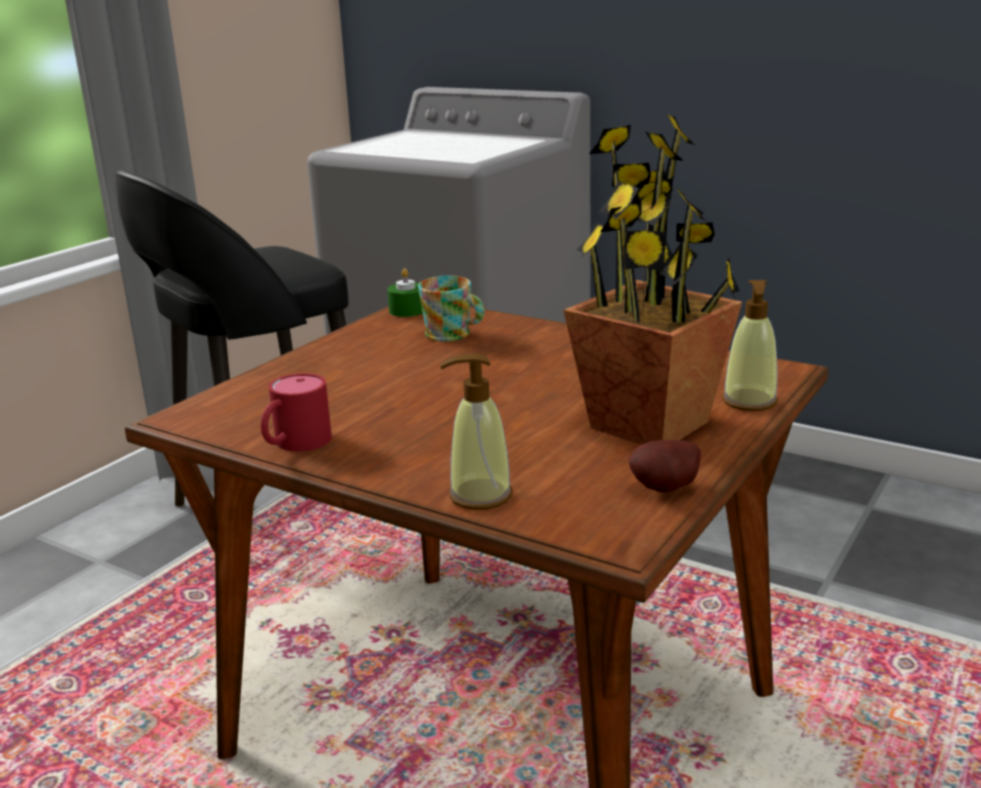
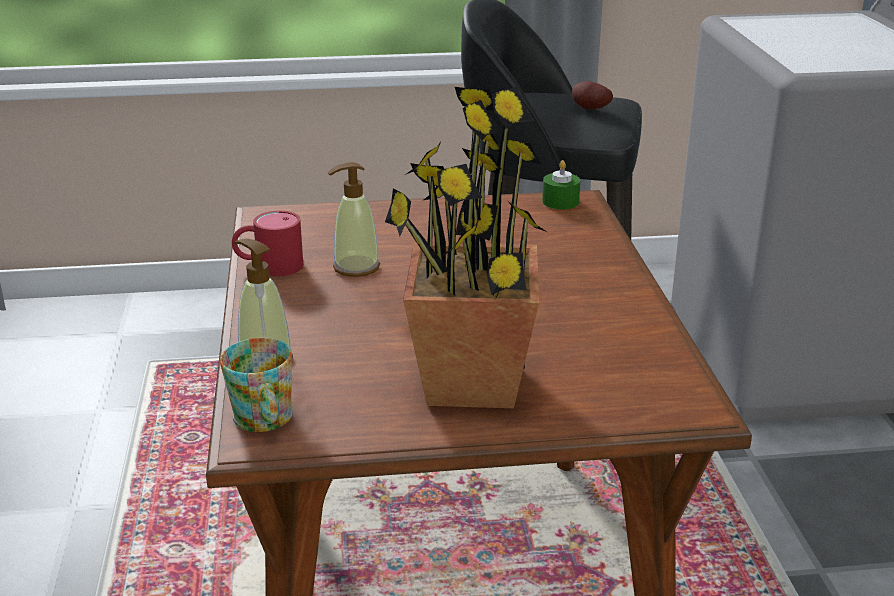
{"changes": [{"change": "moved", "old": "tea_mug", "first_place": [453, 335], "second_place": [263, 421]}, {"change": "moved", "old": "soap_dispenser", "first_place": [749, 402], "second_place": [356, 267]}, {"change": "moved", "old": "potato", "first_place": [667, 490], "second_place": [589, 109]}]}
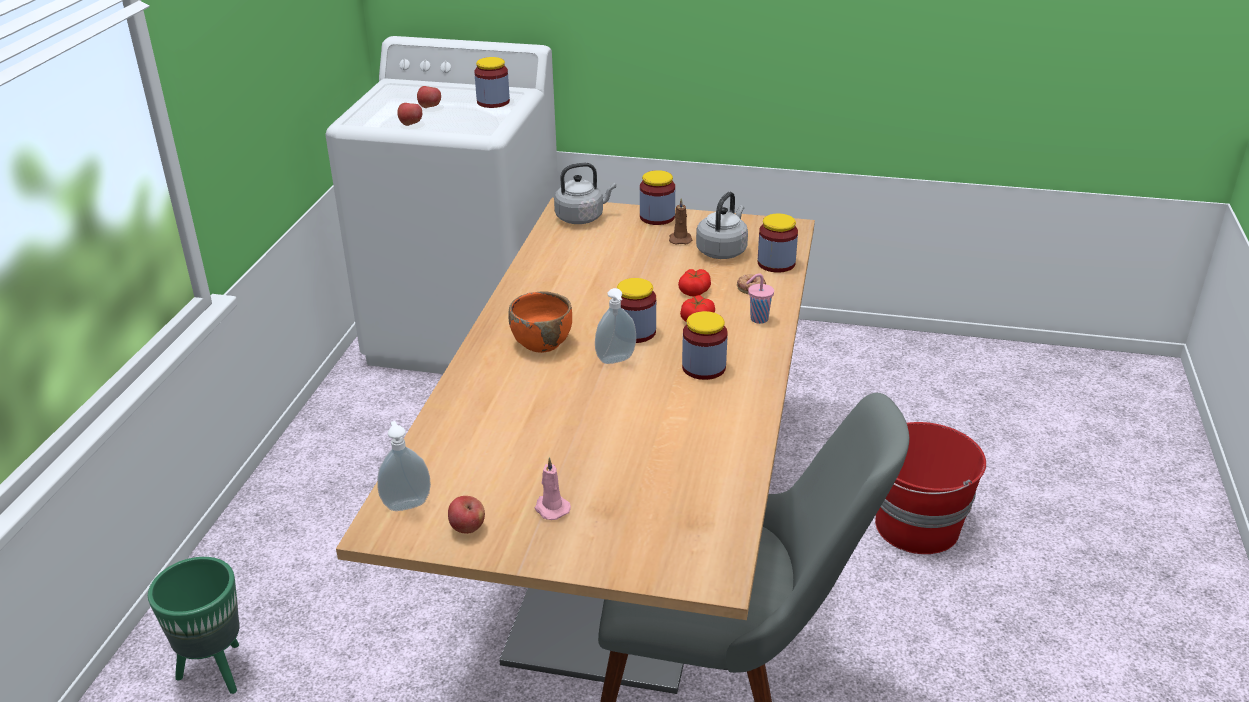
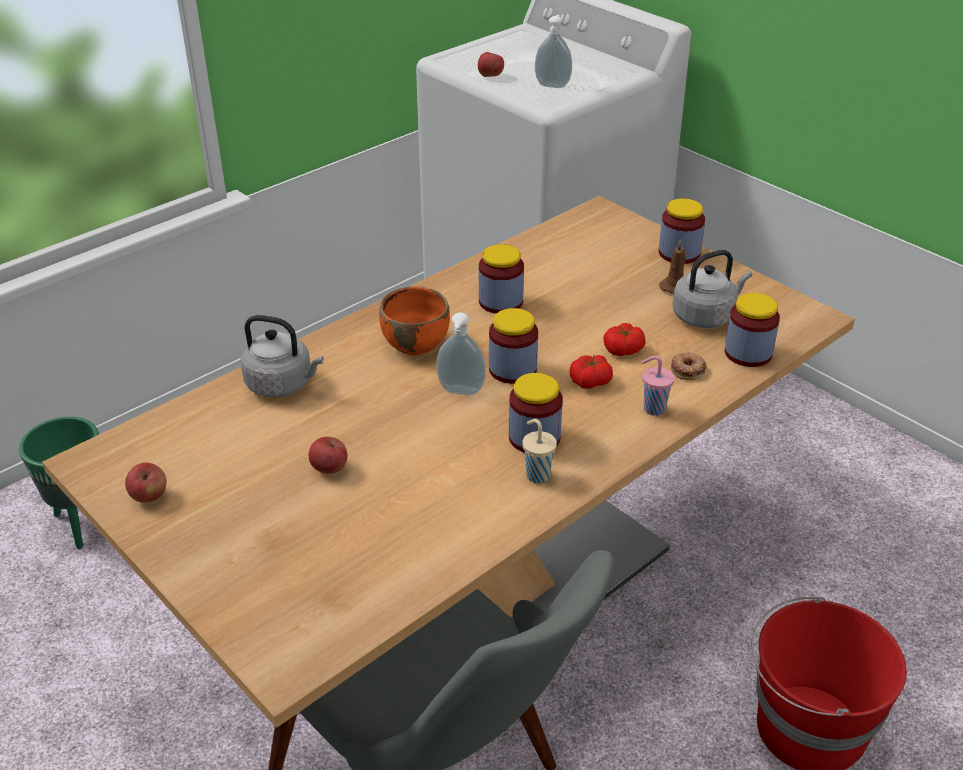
{"changes": [{"change": "moved", "old": "storage_jar", "first_place": [493, 102], "second_place": [500, 302]}, {"change": "moved", "old": "whole_apple", "first_place": [429, 107], "second_place": [329, 469]}, {"change": "moved", "old": "grey_water_kettle", "first_place": [582, 217], "second_place": [282, 384]}, {"change": "moved", "old": "soap_dispenser", "first_place": [406, 503], "second_place": [553, 85]}, {"change": "removed", "old": "pink_wax_candle", "first_place": [551, 508]}, {"change": "added", "new": "beige-coloured_cup", "second_place": [537, 474]}]}
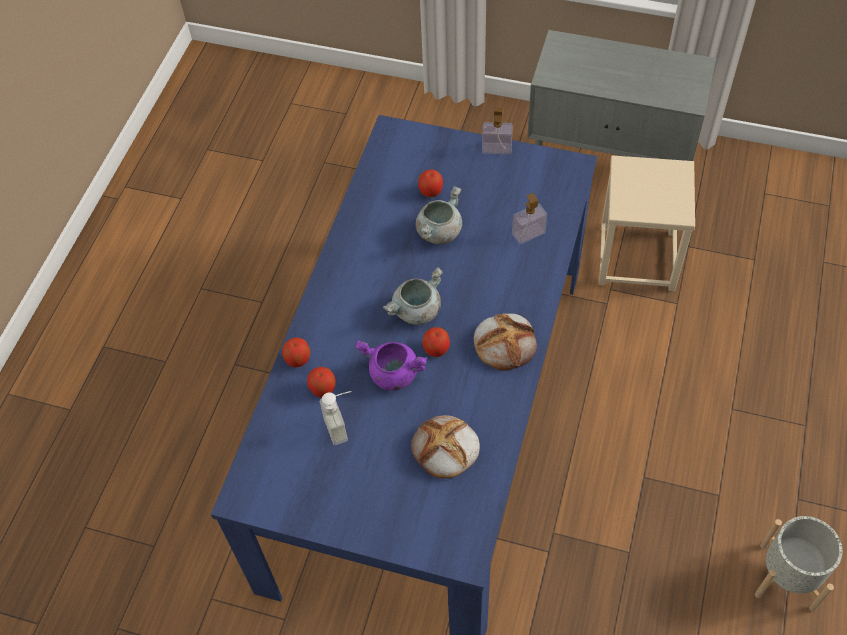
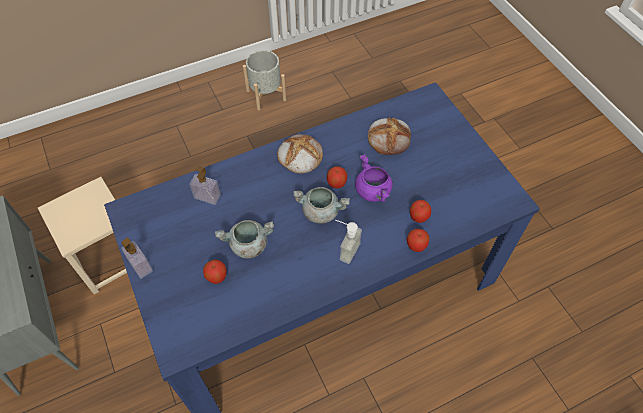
{"changes": [{"change": "moved", "old": "soap_dispenser", "first_place": [342, 426], "second_place": [344, 249]}]}
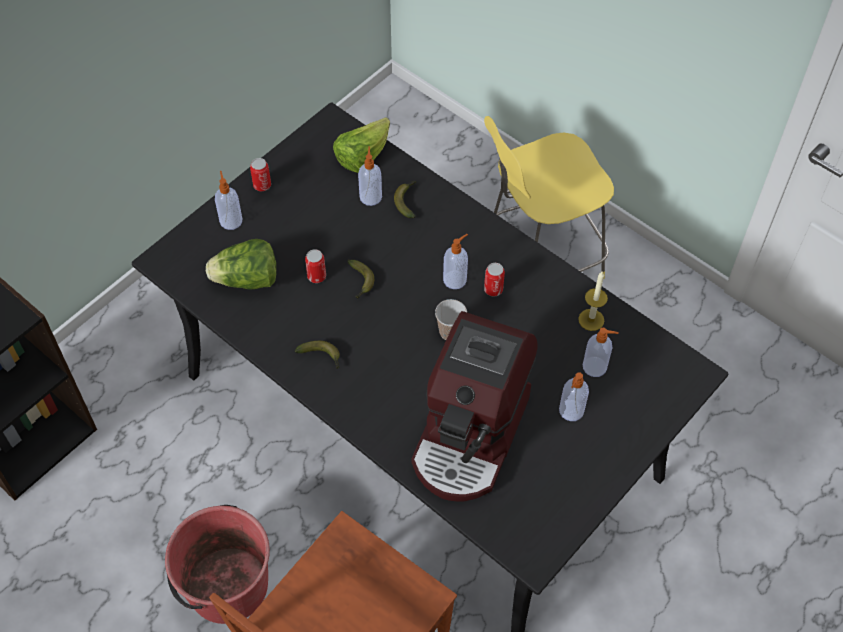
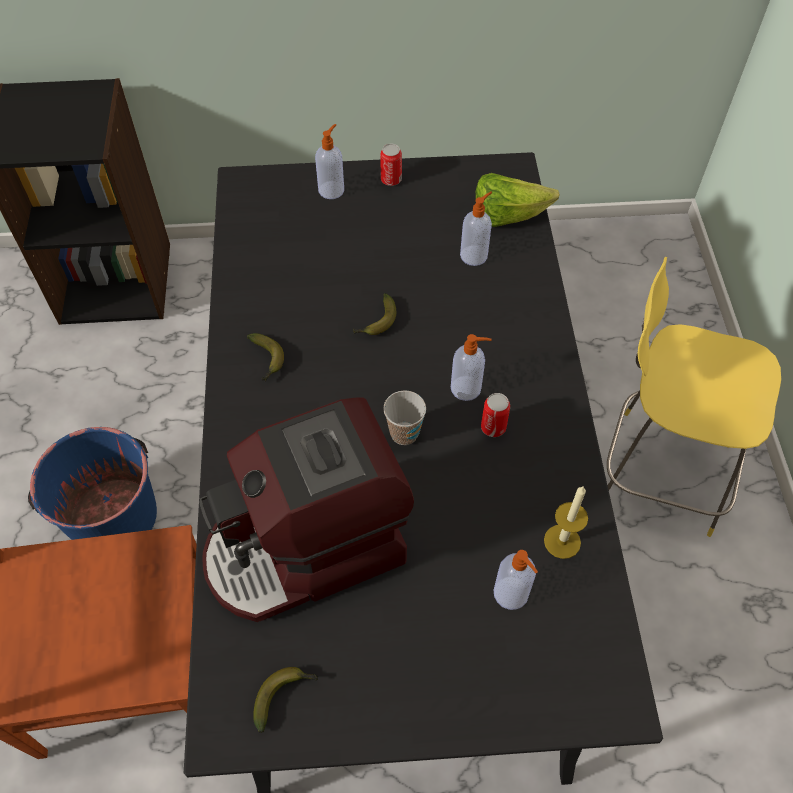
{"changes": [{"change": "moved", "old": "whole_banana", "first_place": [407, 201], "second_place": [284, 695]}, {"change": "removed", "old": "lettuce_head", "first_place": [247, 280]}, {"change": "removed", "old": "can", "first_place": [316, 276]}, {"change": "removed", "old": "soap_dispenser", "first_place": [571, 411]}, {"change": "recoloured", "old": "reddish_water_bucket", "new": "blue-coloured_water_bucket", "first_place": [226, 585], "second_place": [113, 516]}]}
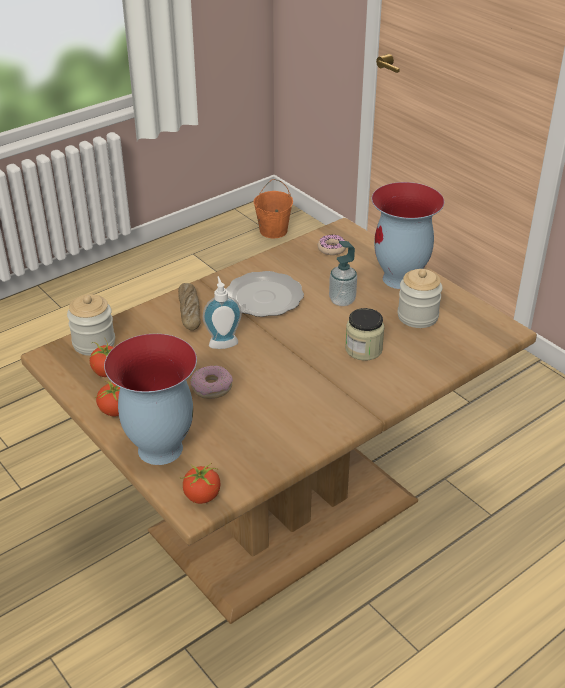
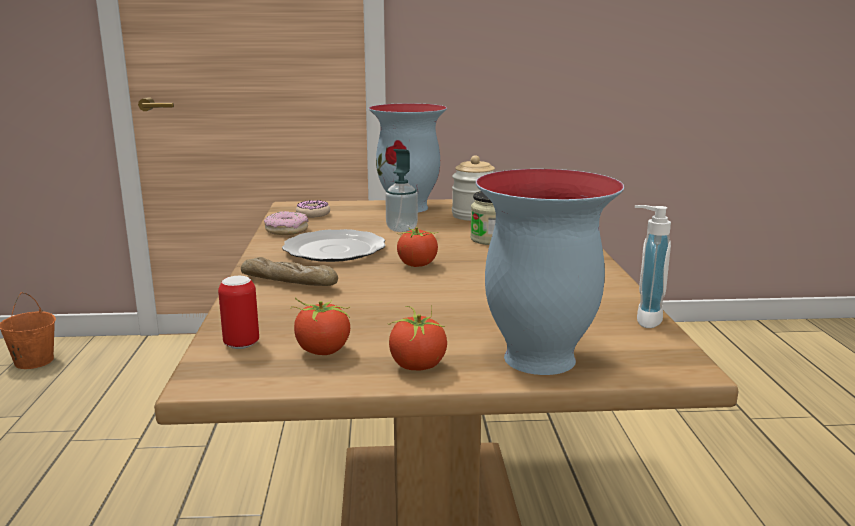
{"changes": [{"change": "moved", "old": "soap_dispenser", "first_place": [223, 342], "second_place": [643, 319]}, {"change": "replaced", "old": "storage_jar", "new": "can", "first_place": [94, 343], "second_place": [241, 344]}, {"change": "moved", "old": "ring_doughnut", "first_place": [212, 387], "second_place": [287, 230]}, {"change": "moved", "old": "whole_tomato", "first_place": [202, 496], "second_place": [417, 265]}]}
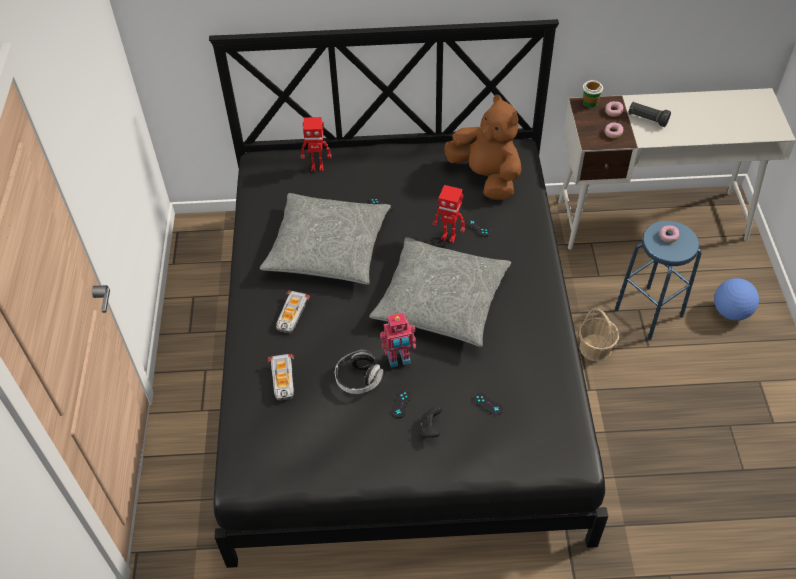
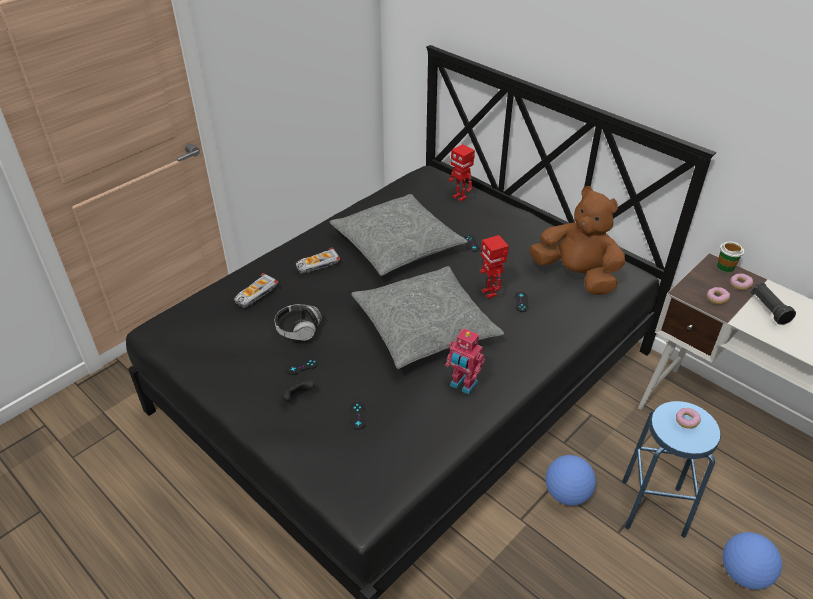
{"changes": [{"change": "turned", "old": "brownish_cuddly_toy", "first_place": [486, 177], "second_place": [576, 275], "degrees": -60}, {"change": "replaced", "old": "storage_basket", "new": "football_ball", "first_place": [595, 348], "second_place": [567, 494]}, {"change": "moved", "old": "robot_figure", "first_place": [399, 359], "second_place": [462, 385]}]}
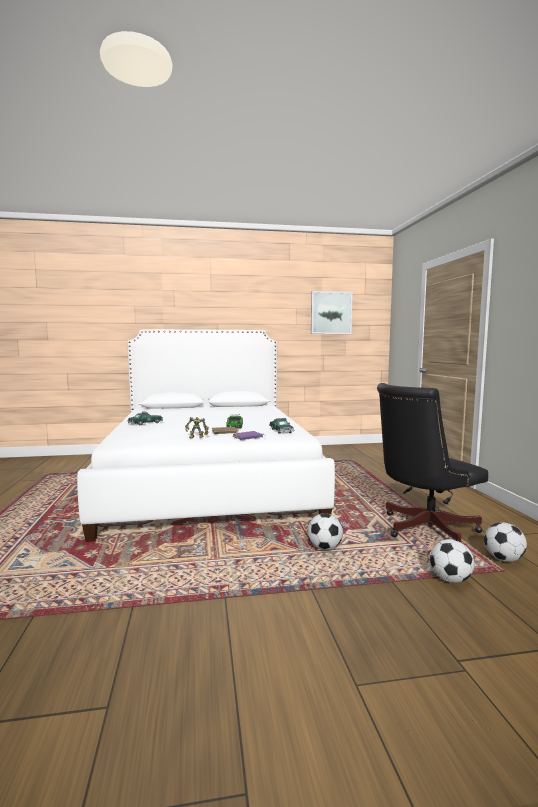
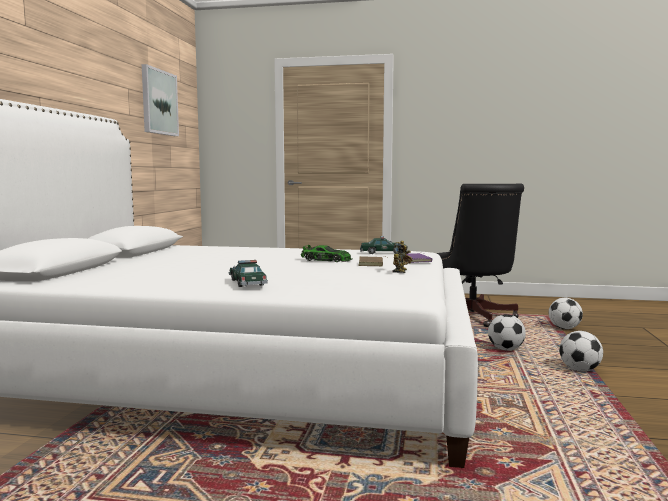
{"changes": [{"change": "moved", "old": "football_ball", "first_place": [503, 559], "second_place": [580, 370]}]}
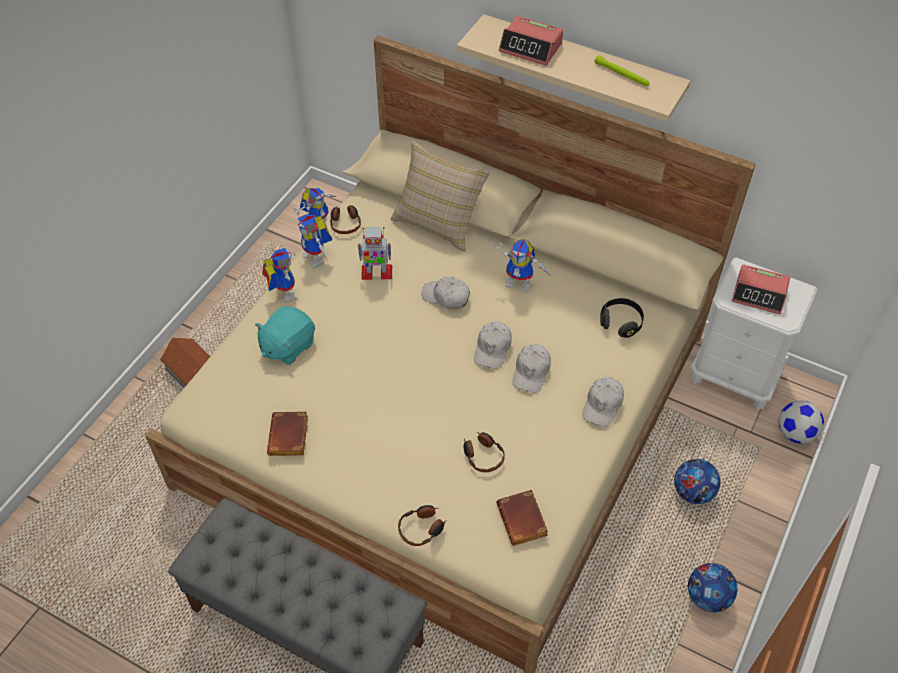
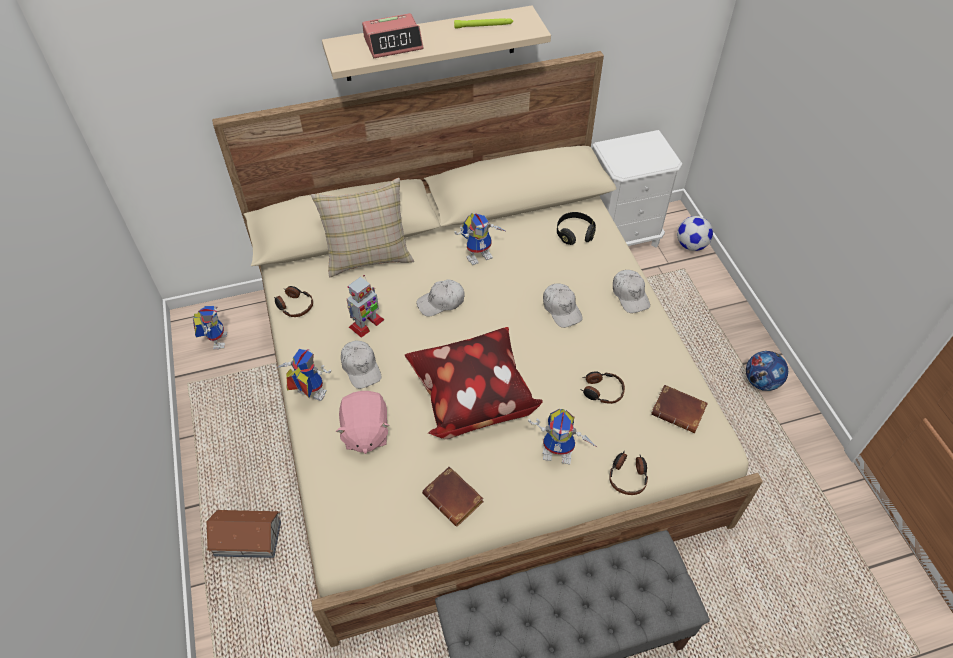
{"changes": [{"change": "moved", "old": "robot_figure", "first_place": [317, 258], "second_place": [560, 452]}, {"change": "removed", "old": "alarm_clock", "first_place": [759, 294]}, {"change": "recoloured", "old": "turquoise_cuddly_toy", "new": "pink_cuddly_toy", "first_place": [287, 346], "second_place": [365, 432]}, {"change": "moved", "old": "whitish_cap", "first_place": [493, 349], "second_place": [361, 367]}, {"change": "removed", "old": "football_ball", "first_place": [693, 492]}, {"change": "added", "new": "cushion", "second_place": [471, 397]}]}
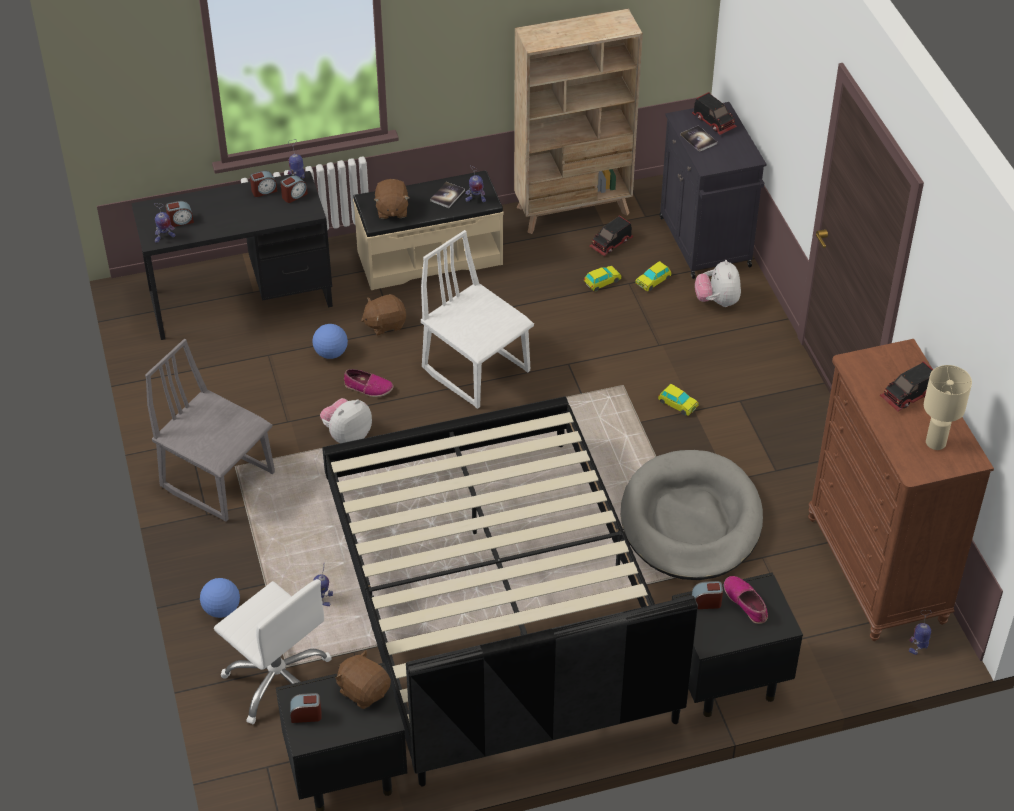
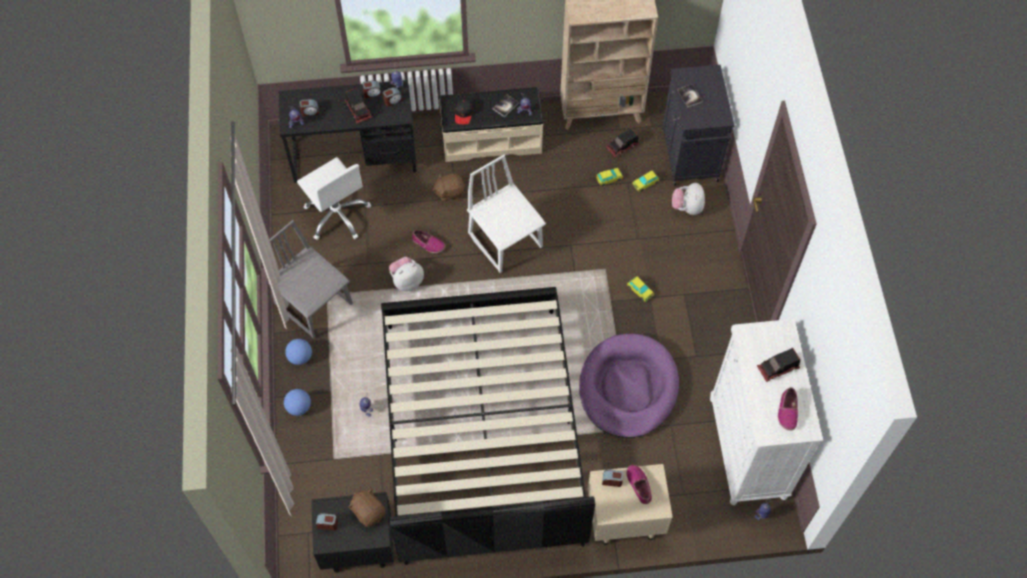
{"changes": [{"change": "moved", "old": "toy_lorry", "first_place": [714, 122], "second_place": [358, 109]}, {"change": "replaced", "old": "brownish_cuddly_toy", "new": "black-coloured_cap", "first_place": [391, 210], "second_place": [463, 113]}, {"change": "moved", "old": "football_ball", "first_place": [331, 353], "second_place": [300, 357]}, {"change": "recoloured", "old": "brownish_drawer_chest", "new": "whitish_drawer_chest", "first_place": [876, 570], "second_place": [747, 448]}, {"change": "replaced", "old": "beige-coloured_table_lamp", "new": "low_shoe", "first_place": [936, 442], "second_place": [787, 411]}, {"change": "recoloured", "old": "grey_pet_bed", "new": "purple-coloured_pet_bed", "first_place": [691, 521], "second_place": [628, 388]}, {"change": "recoloured", "old": "black-coloured_nightstand", "new": "beige-coloured_nightstand", "first_place": [726, 681], "second_place": [624, 519]}, {"change": "moved", "old": "whitish_computer_chair", "first_place": [279, 680], "second_place": [337, 215]}]}
